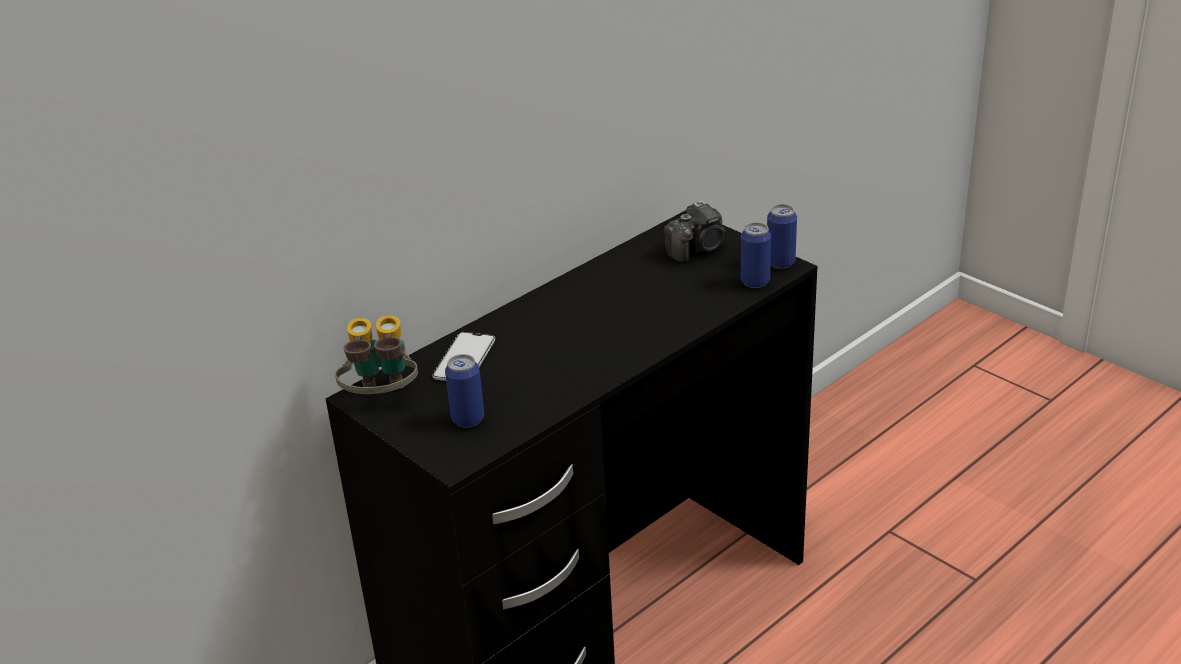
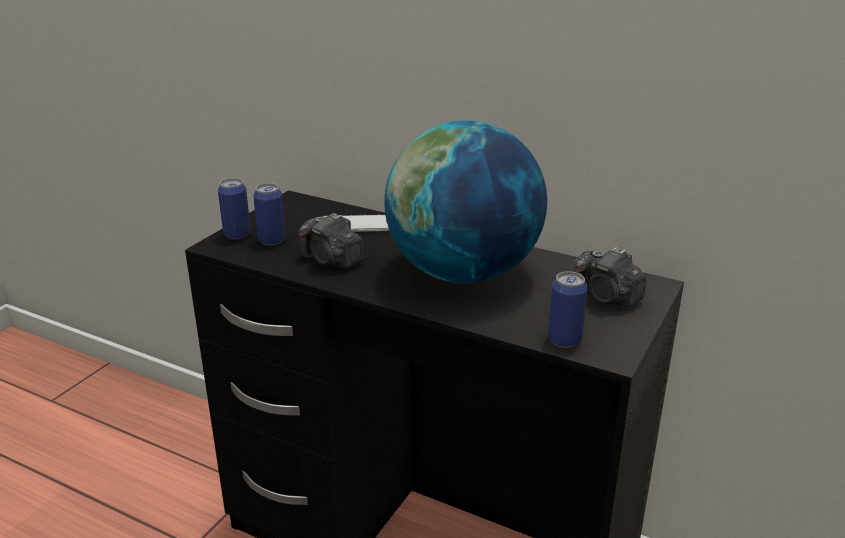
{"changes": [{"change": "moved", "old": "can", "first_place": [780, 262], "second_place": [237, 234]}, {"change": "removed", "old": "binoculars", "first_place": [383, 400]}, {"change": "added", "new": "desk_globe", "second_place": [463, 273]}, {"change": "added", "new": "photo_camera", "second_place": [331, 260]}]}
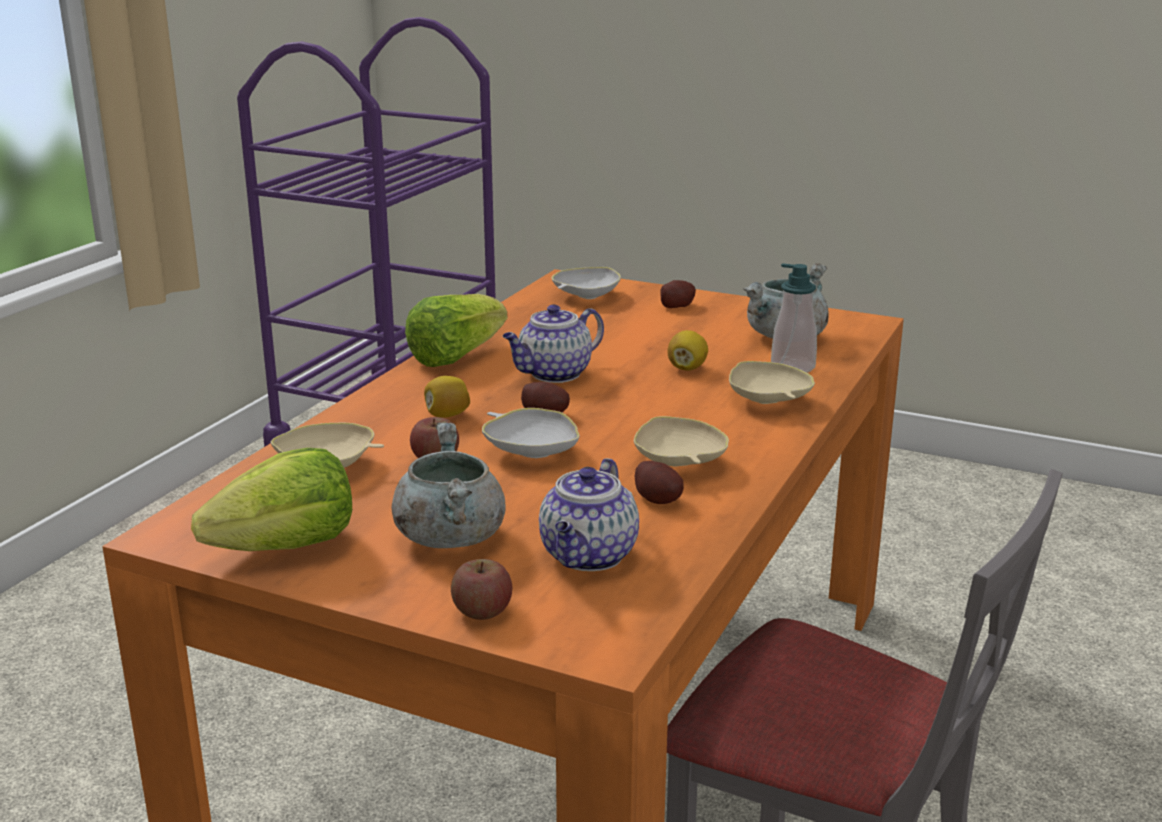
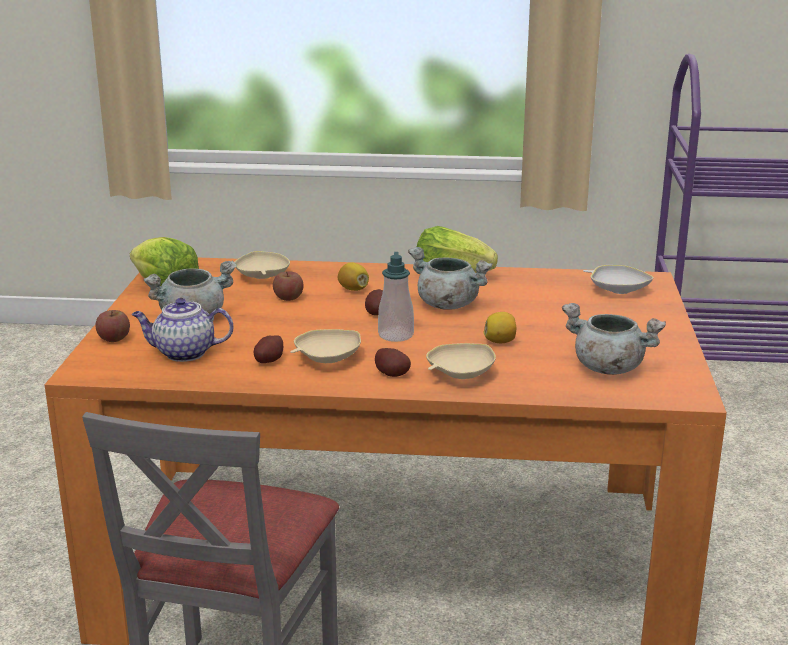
{"changes": [{"change": "moved", "old": "soap_dispenser", "first_place": [792, 367], "second_place": [396, 335]}, {"change": "moved", "old": "potato", "first_place": [677, 306], "second_place": [393, 373]}, {"change": "replaced", "old": "pot_for_tea", "new": "grey_cooking_pot", "first_place": [554, 374], "second_place": [447, 305]}, {"change": "removed", "old": "whitish_deep_dish", "first_place": [531, 451]}]}
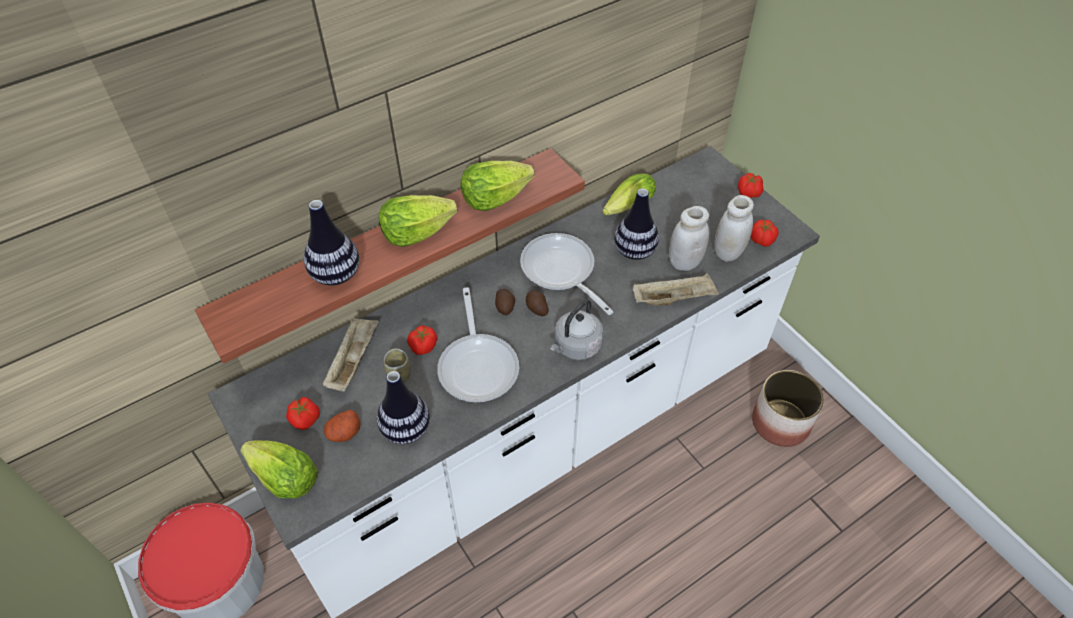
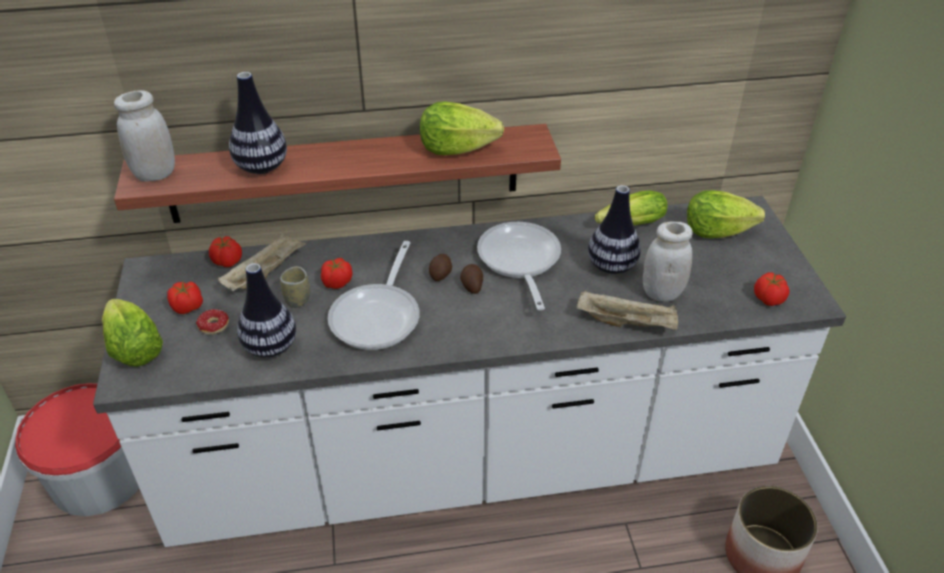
{"changes": [{"change": "moved", "old": "whole_tomato", "first_place": [749, 193], "second_place": [227, 262]}, {"change": "moved", "old": "lettuce_head", "first_place": [416, 233], "second_place": [716, 231]}, {"change": "moved", "old": "whitish_storage_jar", "first_place": [728, 252], "second_place": [155, 174]}, {"change": "removed", "old": "grey_water_kettle", "first_place": [576, 346]}, {"change": "replaced", "old": "potato", "new": "ring_doughnut", "first_place": [344, 433], "second_place": [213, 330]}]}
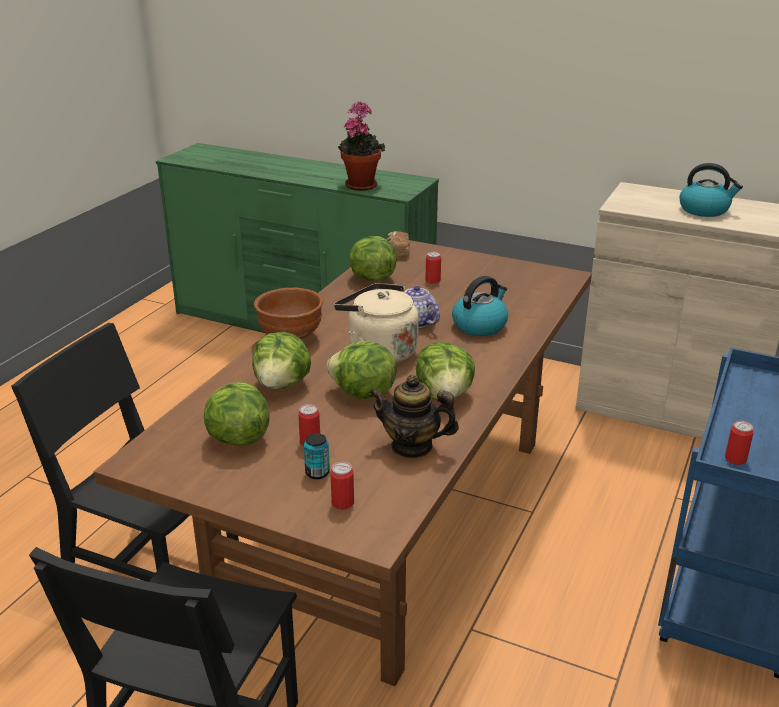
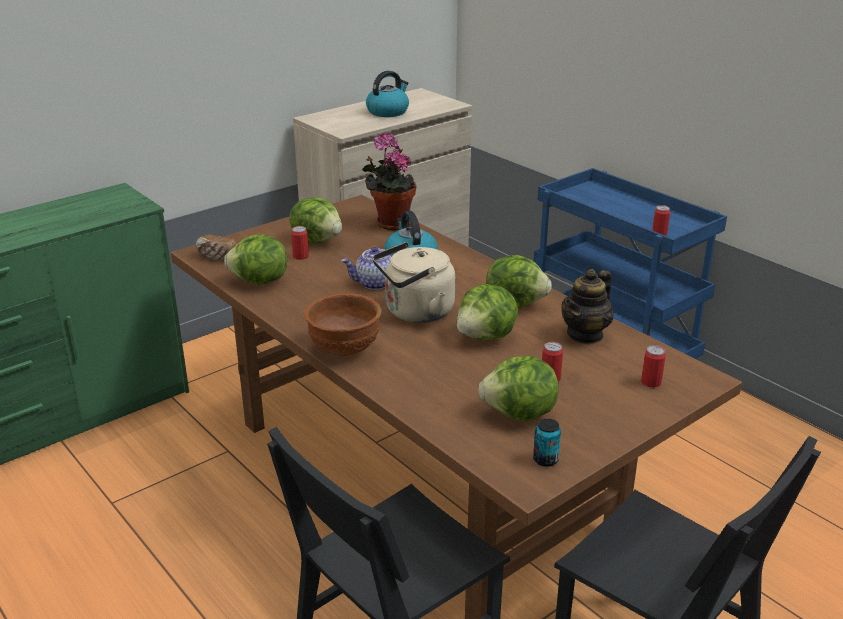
{"changes": [{"change": "moved", "old": "plant_in_a_pot", "first_place": [360, 185], "second_place": [390, 223]}, {"change": "moved", "old": "lettuce_head", "first_place": [282, 385], "second_place": [317, 240]}, {"change": "moved", "old": "can", "first_place": [317, 473], "second_place": [545, 460]}]}
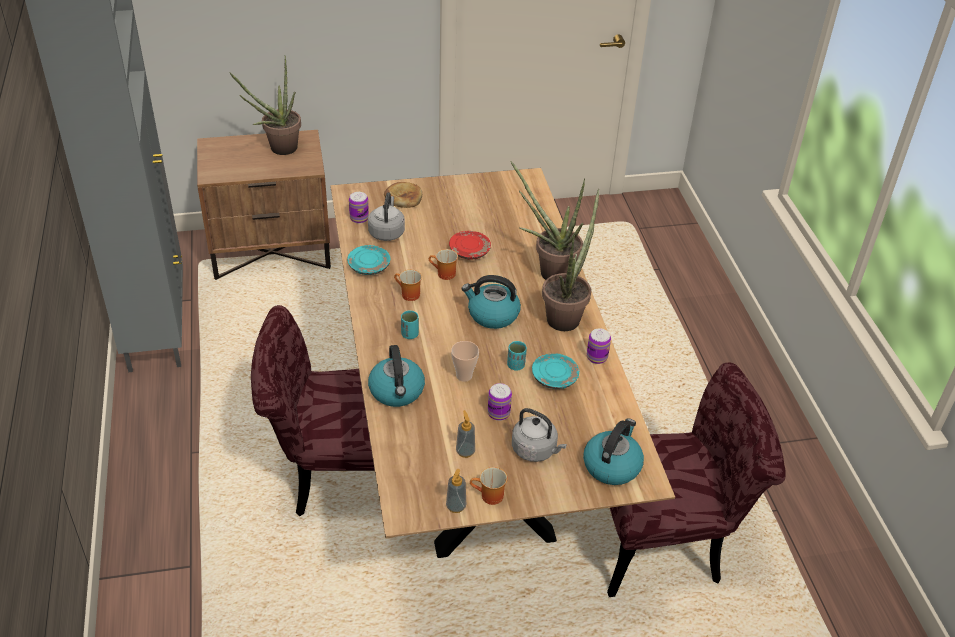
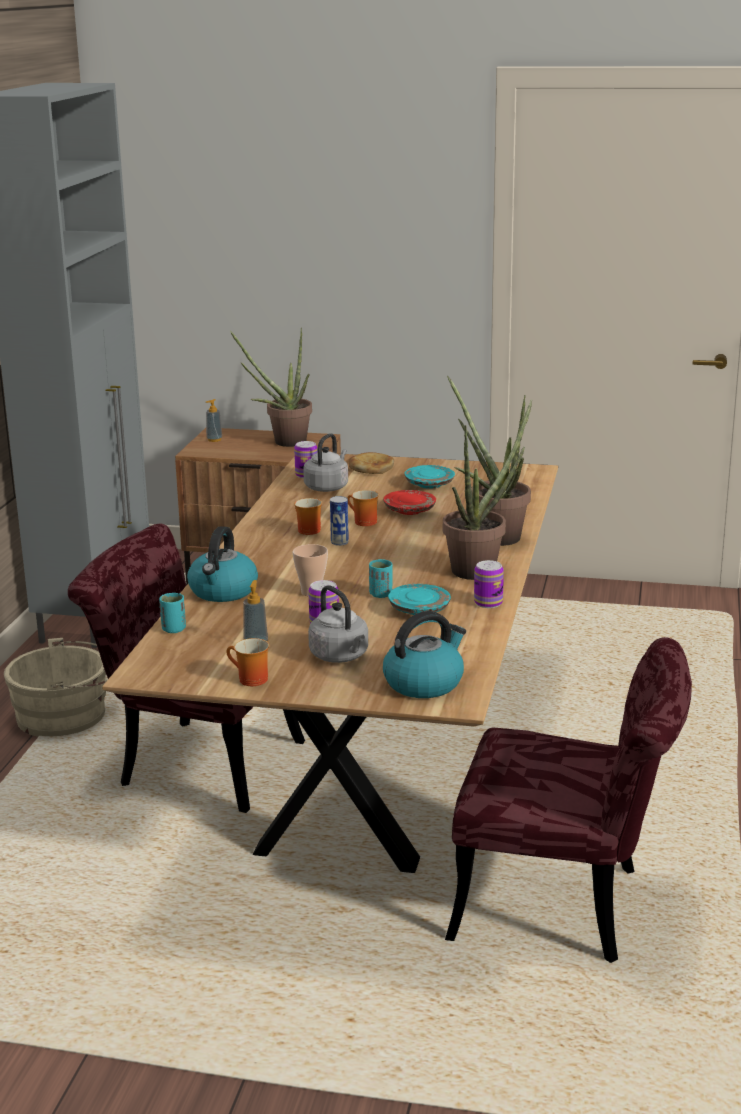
{"changes": [{"change": "moved", "old": "turquoise_plate", "first_place": [369, 266], "second_place": [429, 484]}, {"change": "removed", "old": "water_kettle", "first_place": [492, 315]}, {"change": "moved", "old": "turquoise_cup", "first_place": [410, 334], "second_place": [173, 629]}, {"change": "moved", "old": "soap_dispenser", "first_place": [456, 506], "second_place": [214, 440]}, {"change": "added", "new": "can", "second_place": [339, 542]}, {"change": "added", "new": "beige-coloured_water_bucket", "second_place": [67, 716]}]}
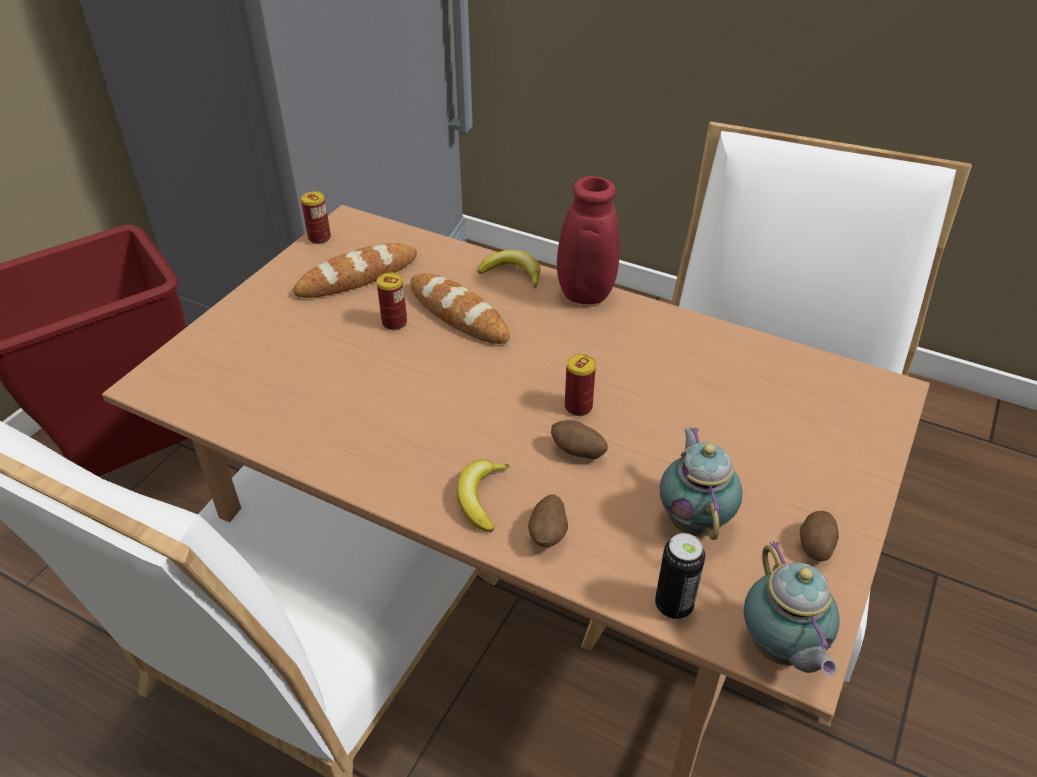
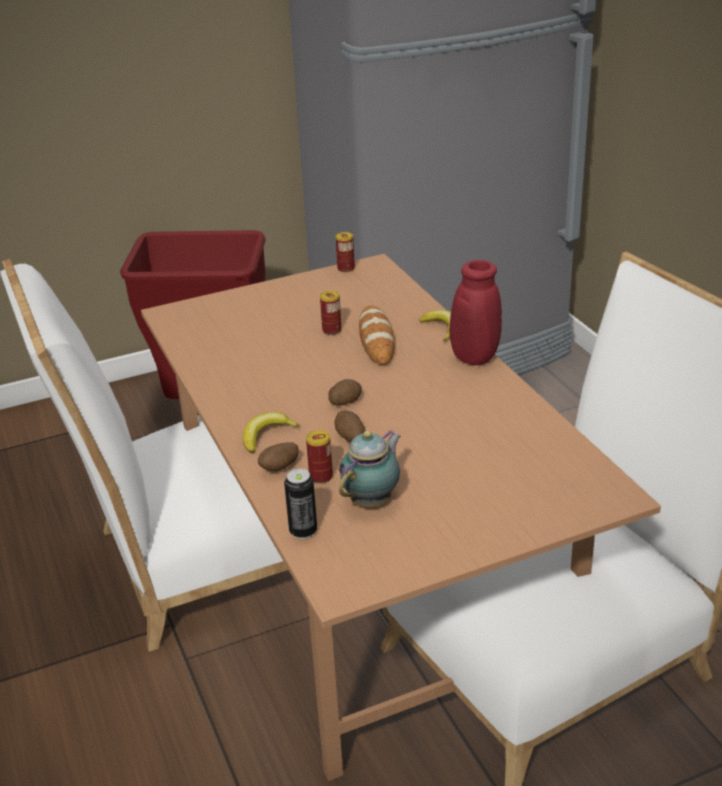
{"changes": [{"change": "removed", "old": "bread", "first_place": [357, 276]}, {"change": "moved", "old": "can", "first_place": [578, 407], "second_place": [321, 477]}, {"change": "moved", "old": "potato", "first_place": [815, 545], "second_place": [345, 401]}, {"change": "removed", "old": "pot_for_tea", "first_place": [780, 650]}]}
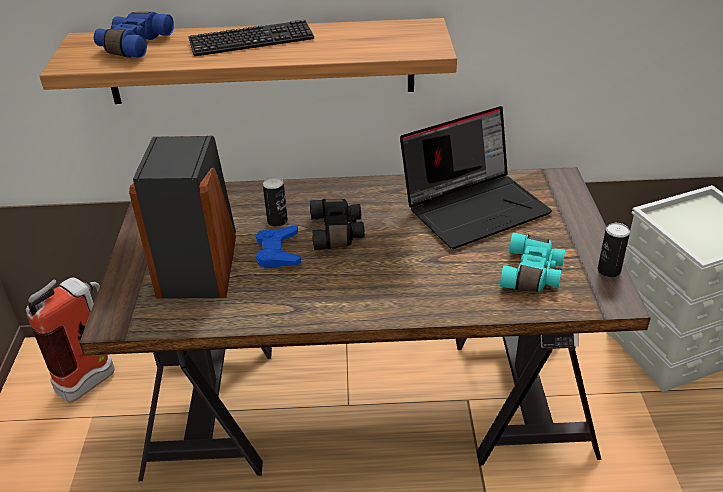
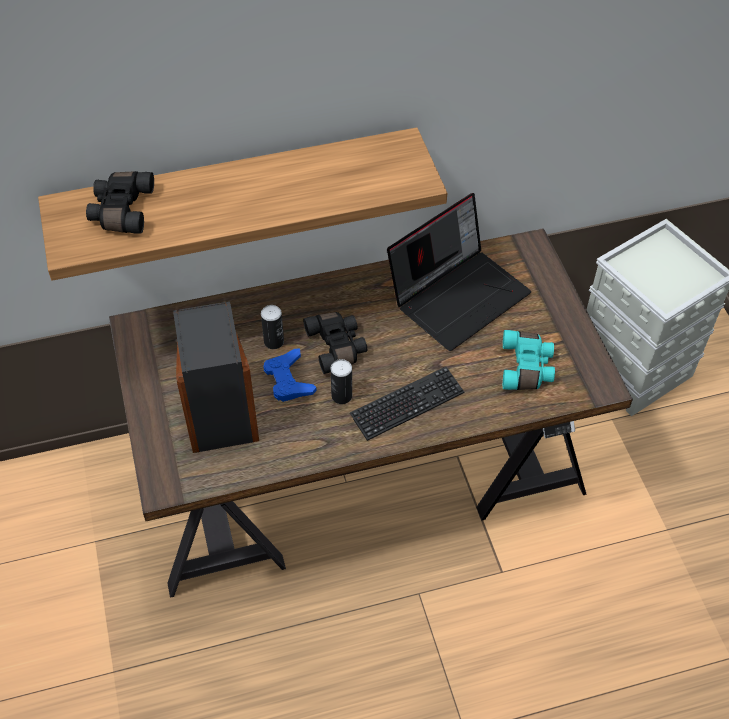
{"changes": [{"change": "recoloured", "old": "blue-coloured_binoculars", "new": "black-coloured_binoculars", "first_place": [133, 45], "second_place": [121, 210]}, {"change": "moved", "old": "computer_keyboard", "first_place": [251, 41], "second_place": [407, 404]}, {"change": "moved", "old": "can", "first_place": [608, 270], "second_place": [341, 396]}, {"change": "removed", "old": "extinguisher", "first_place": [96, 376]}]}
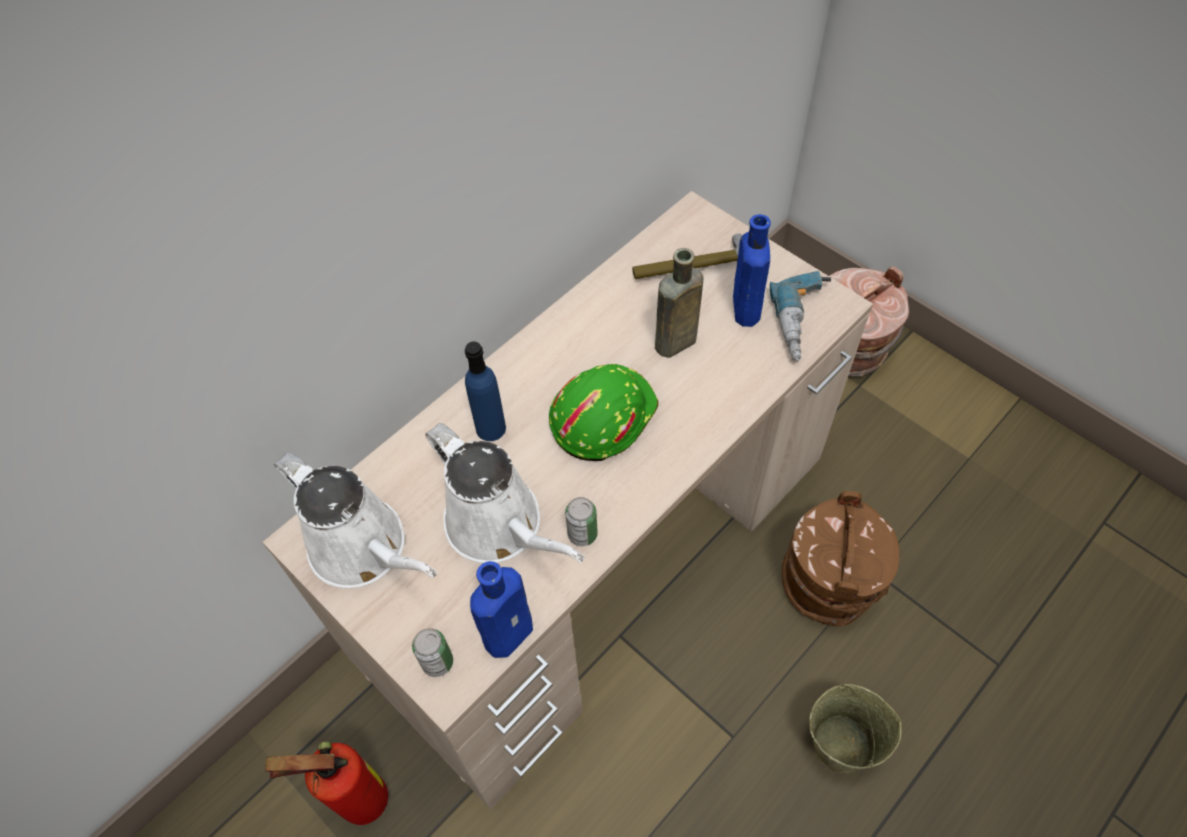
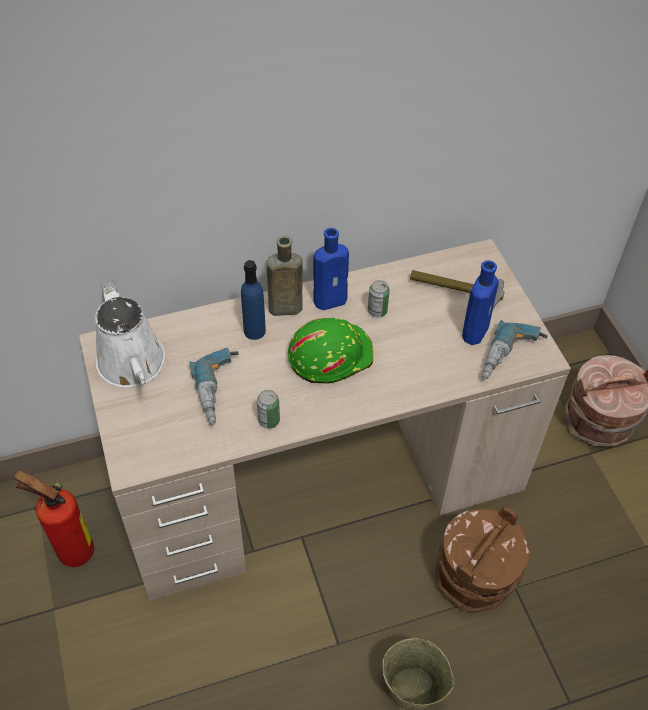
{"changes": [{"change": "moved", "old": "brownish_drink_bottle", "first_place": [673, 344], "second_place": [282, 308]}, {"change": "replaced", "old": "whitish_watering_can", "new": "drill", "first_place": [500, 526], "second_place": [221, 391]}, {"change": "moved", "old": "blue-coloured_drink_bottle", "first_place": [511, 631], "second_place": [332, 299]}, {"change": "moved", "old": "can", "first_place": [437, 662], "second_place": [377, 311]}]}
